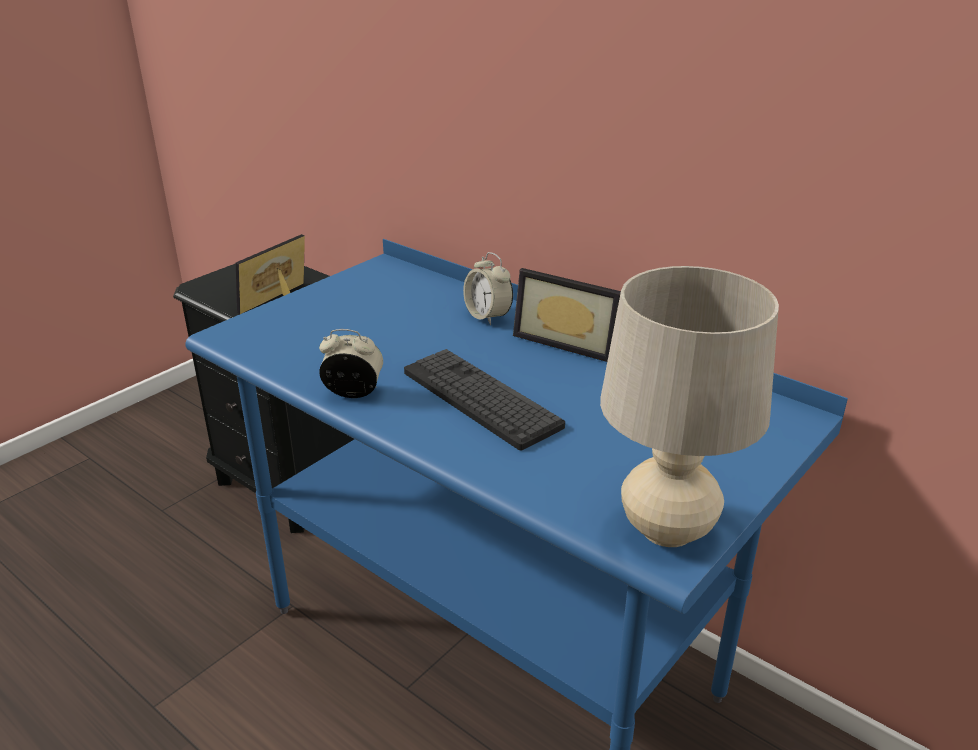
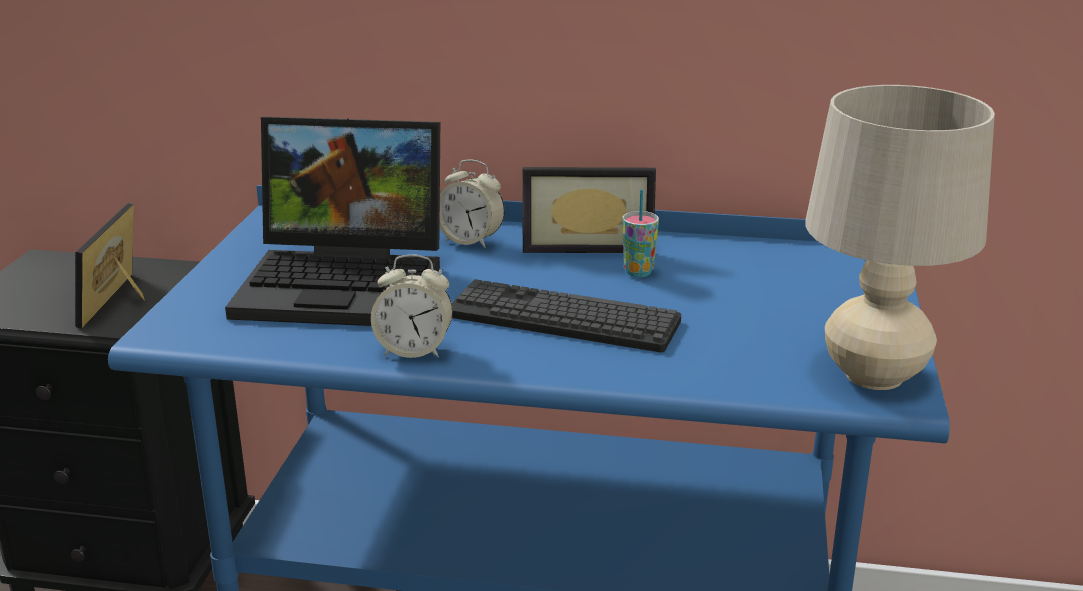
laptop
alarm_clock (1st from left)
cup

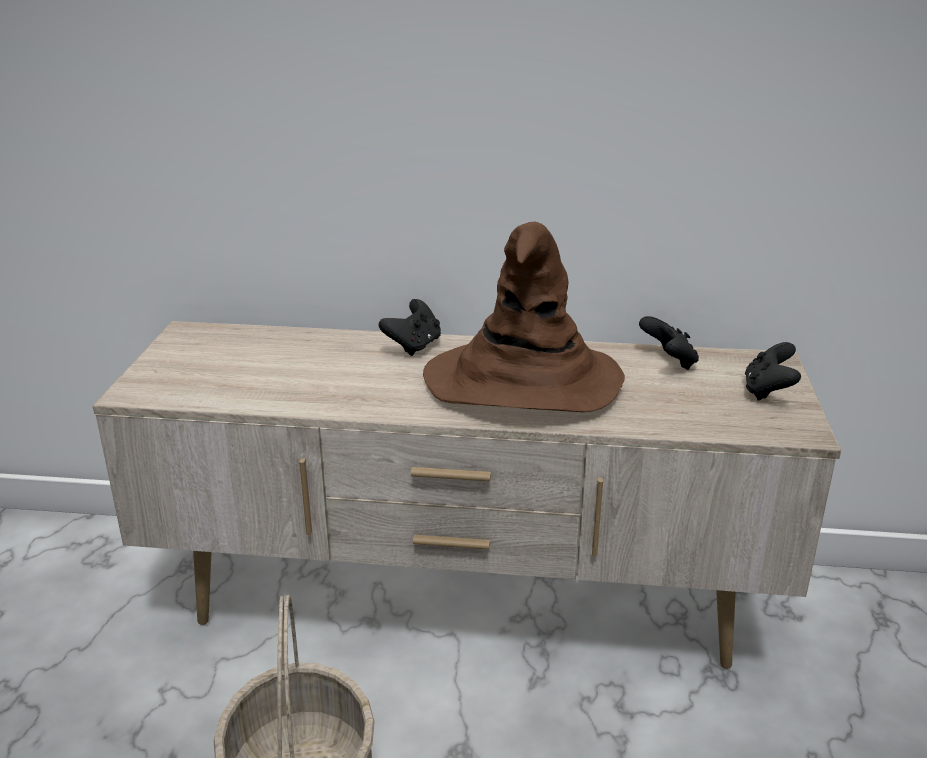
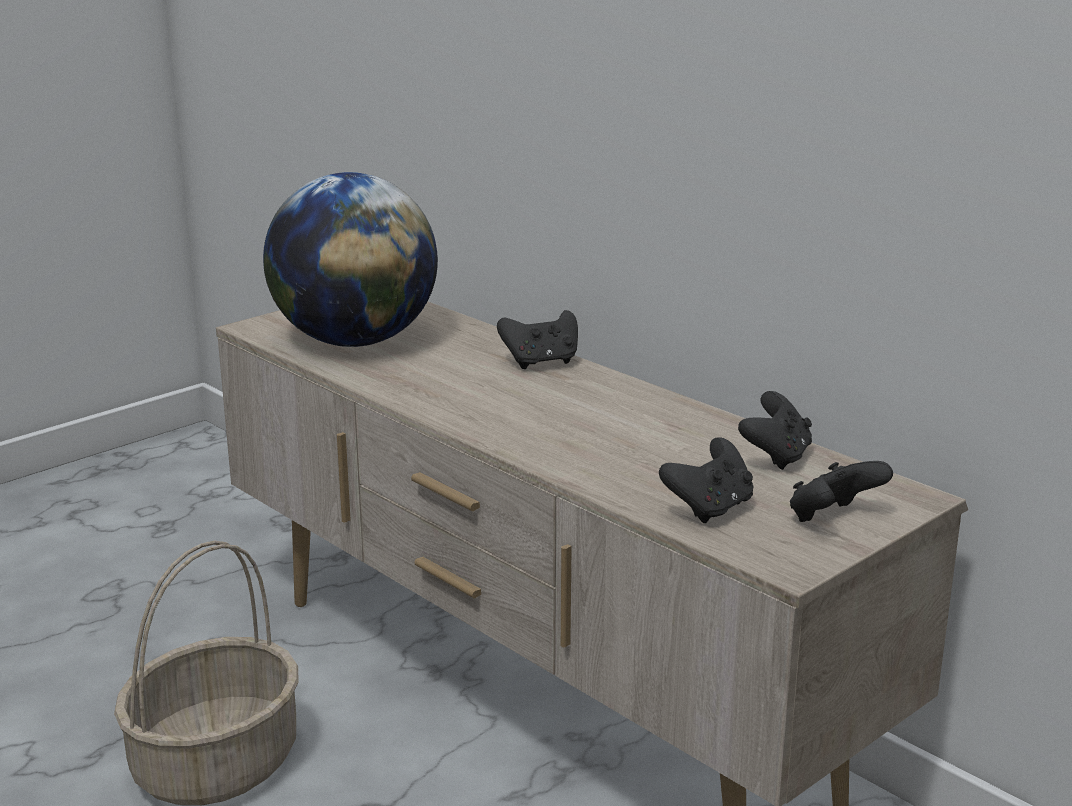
globe
black_game_controller (2nd from left)
brown_hat

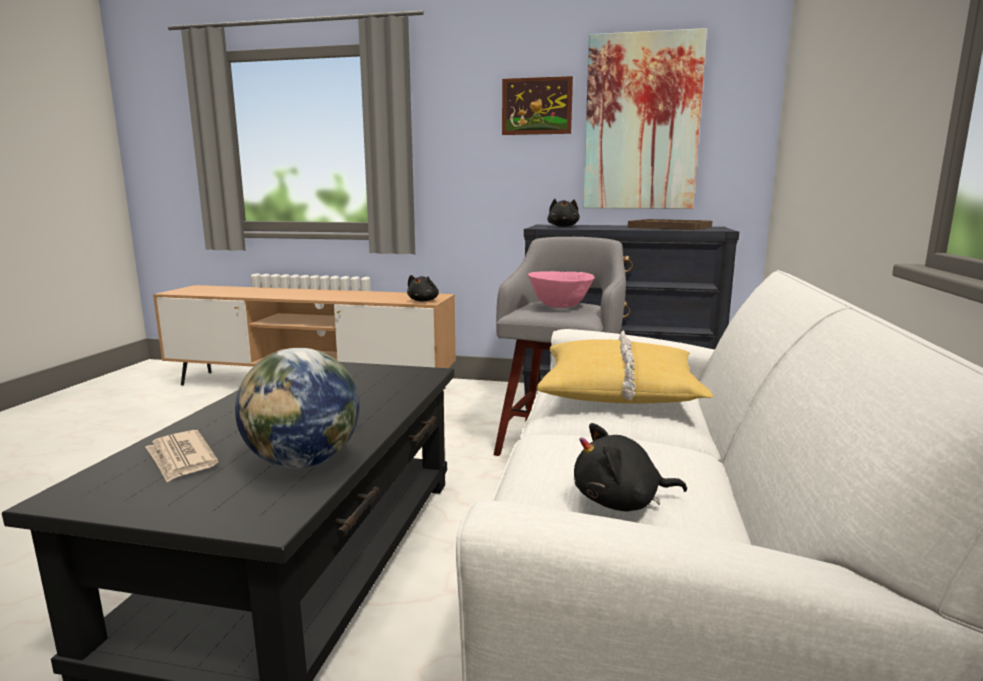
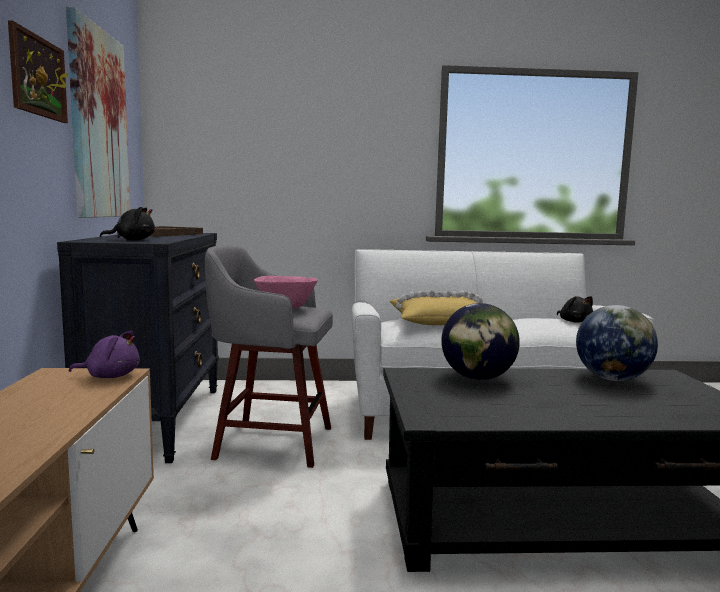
purple_plush_toy
globe (1st from left)
newspaper

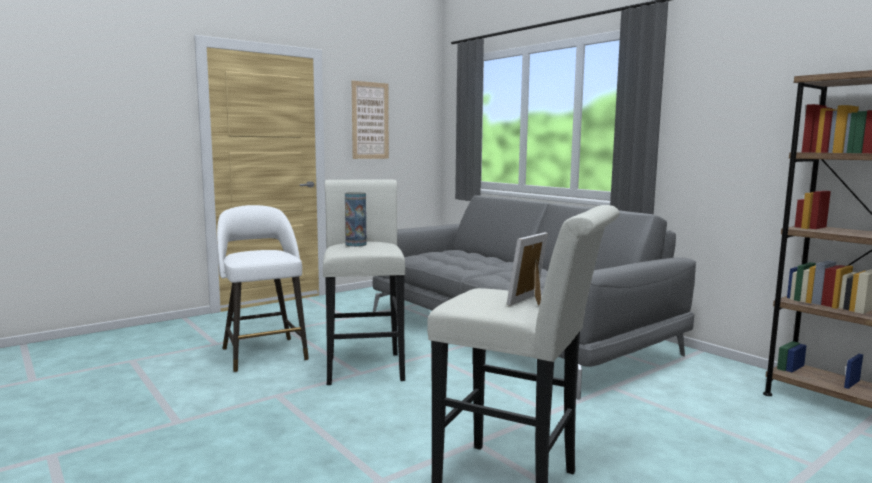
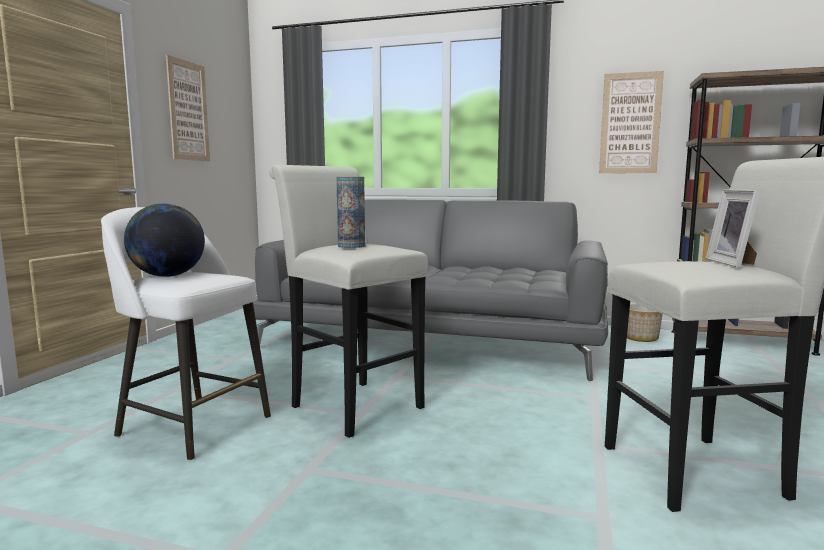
globe
picture (2nd from left)
planter

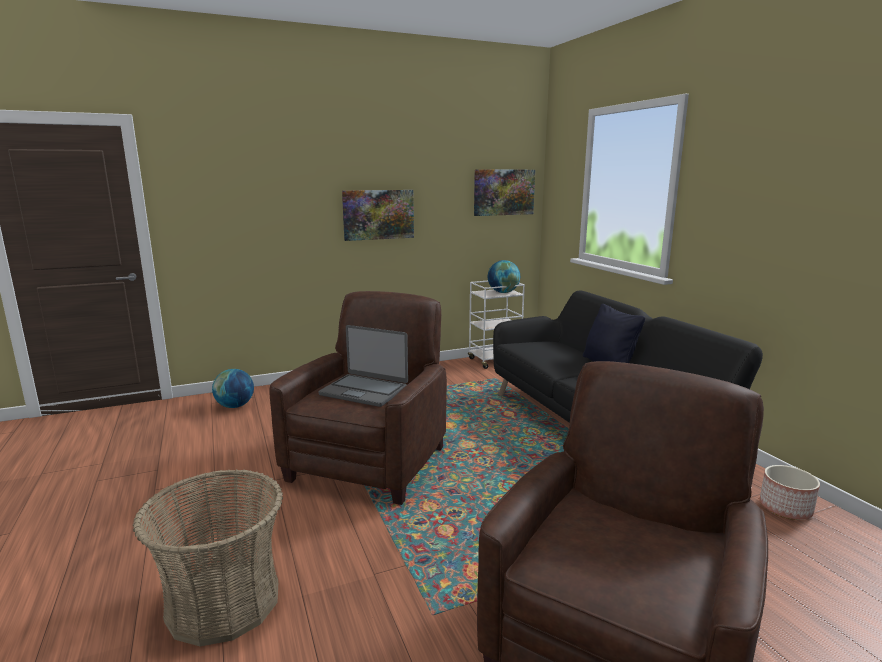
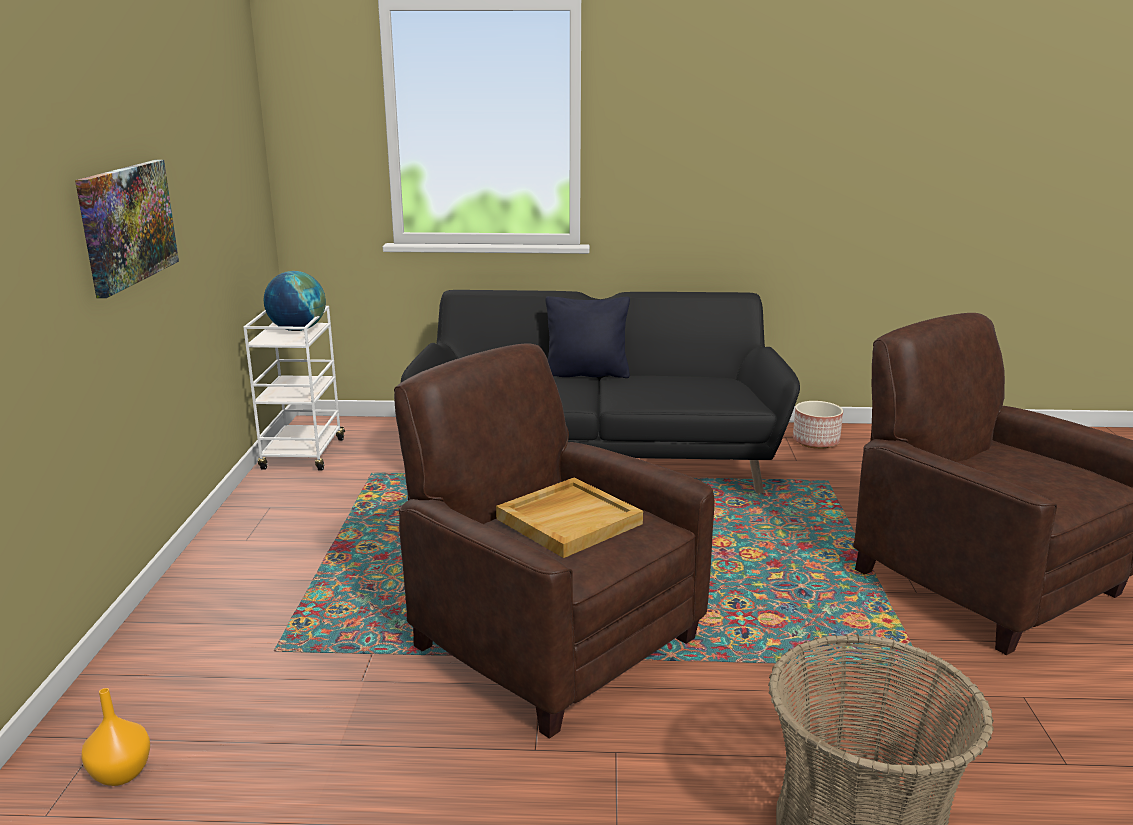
orange_vase
beige_tray
picture (2nd from left in the first image)

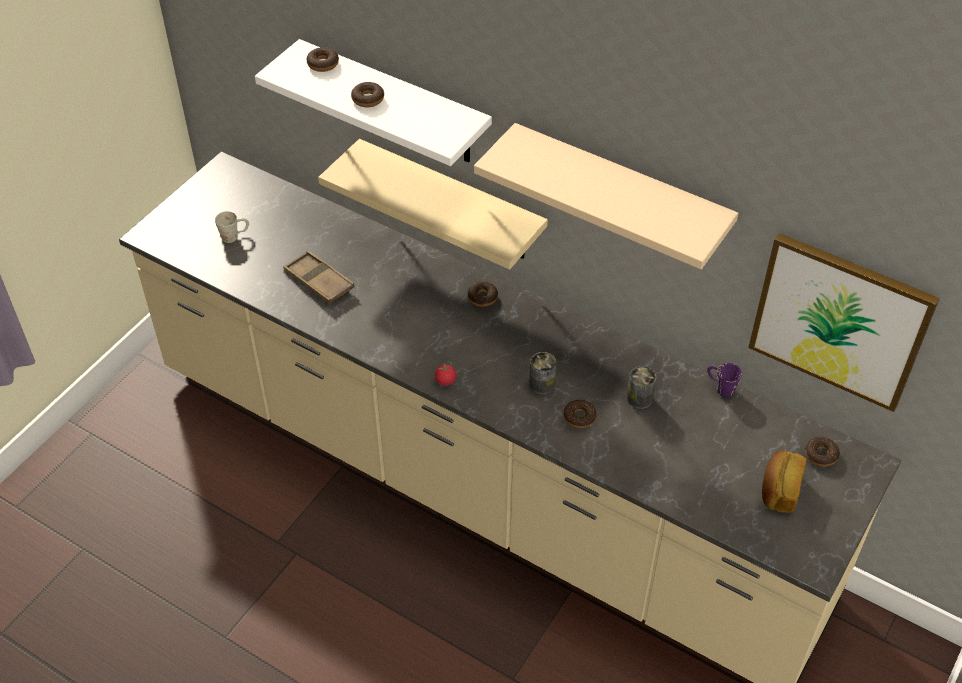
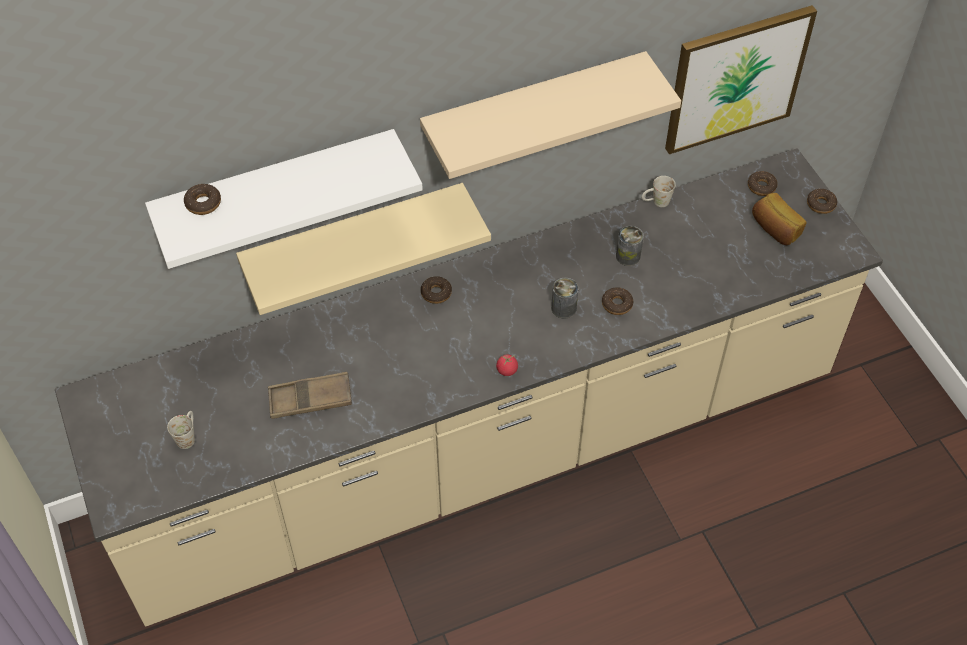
white_mug (2nd from left)
donut (5th from left)

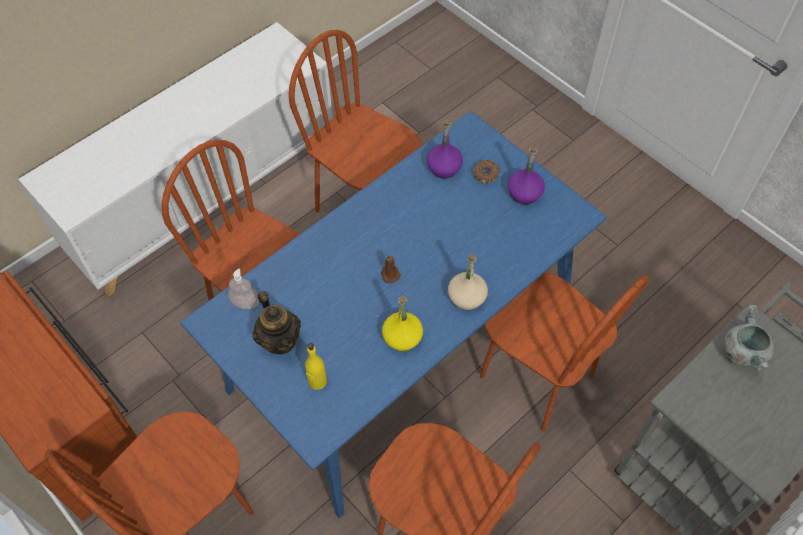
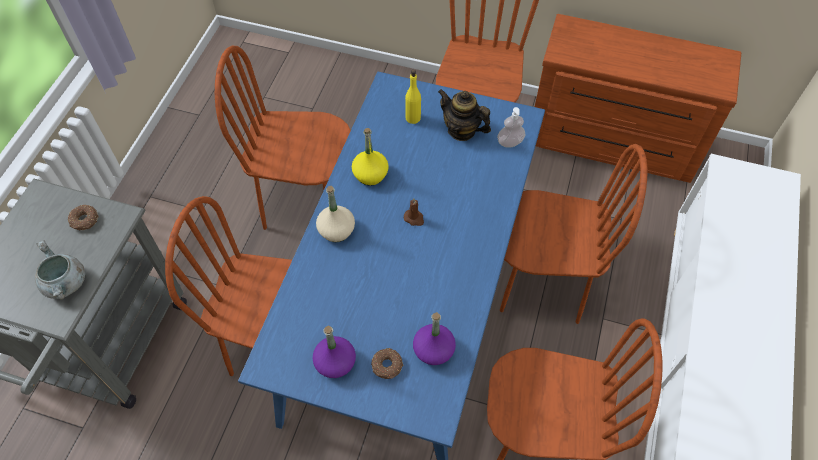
donut (1st from left)

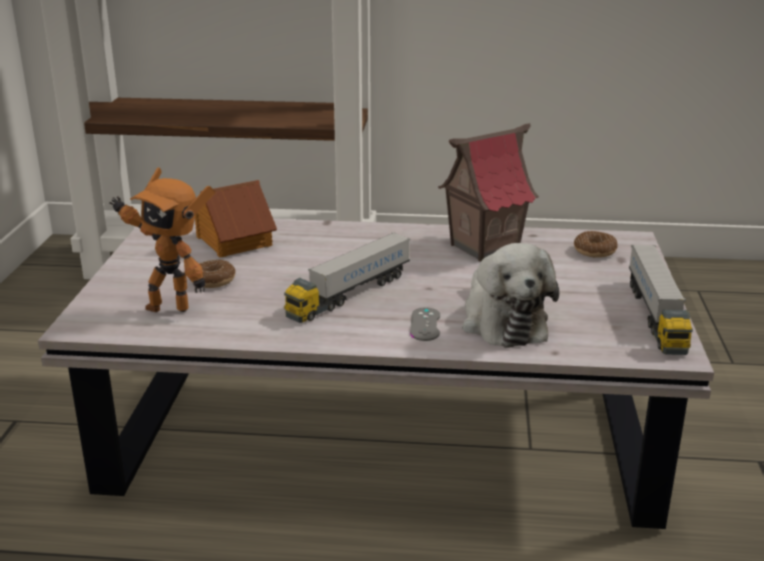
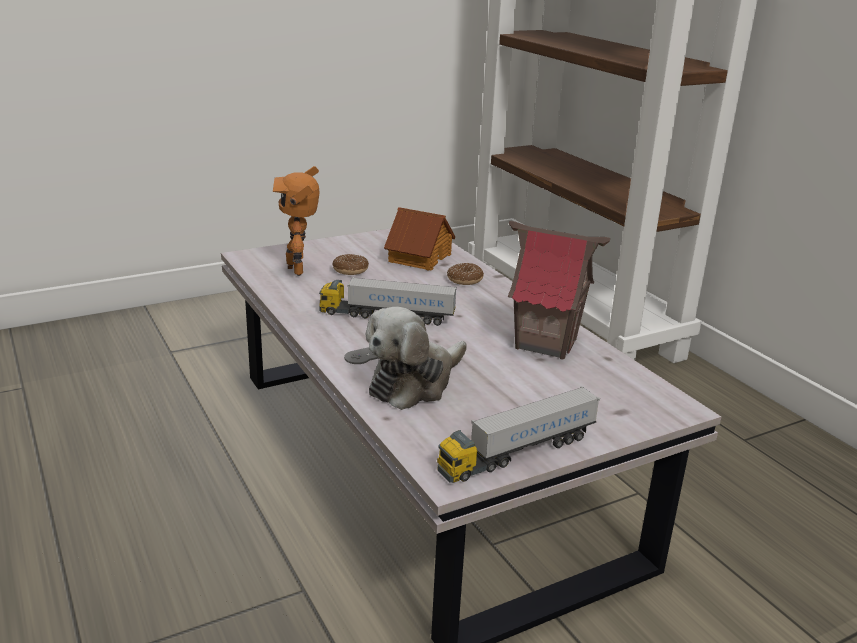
donut (2nd from left)

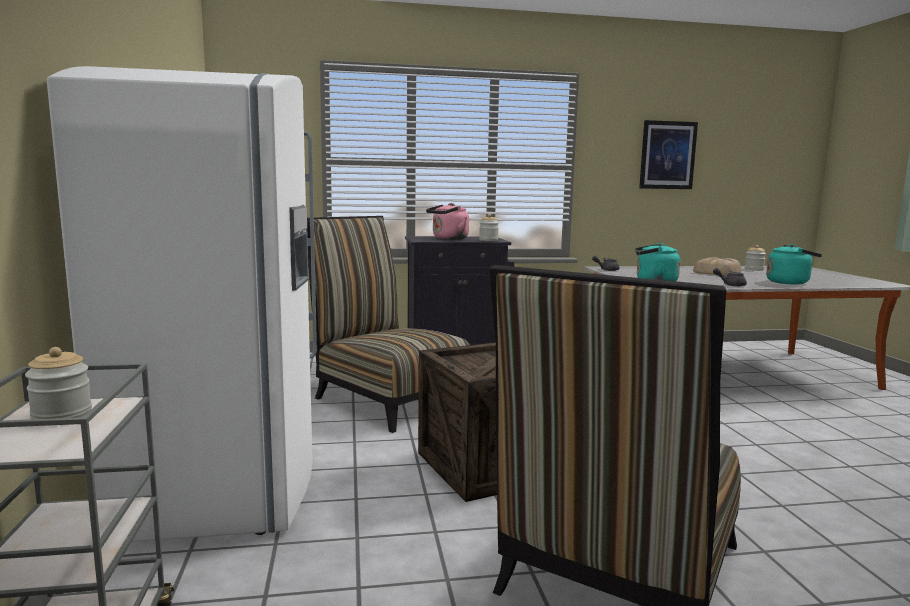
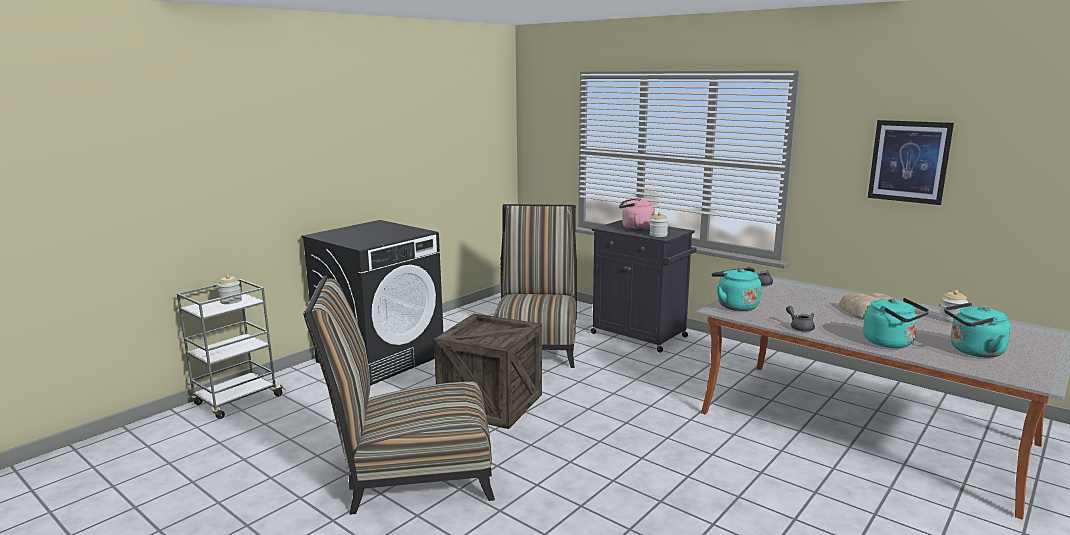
black_washing_machine
turquoise_kettle (3rd from left)

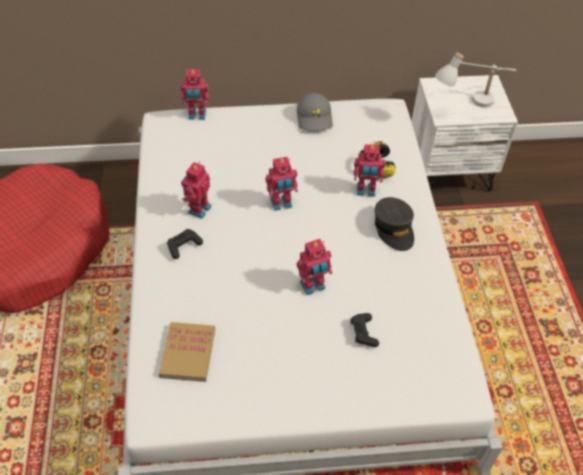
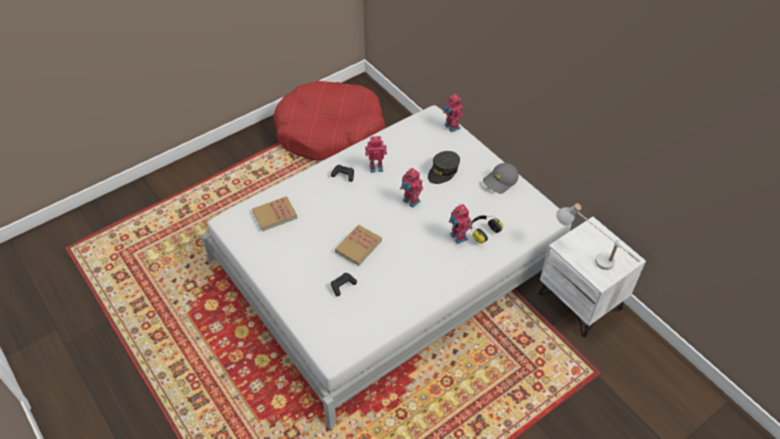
book (2nd from left)
grey_cap (1st from left)

